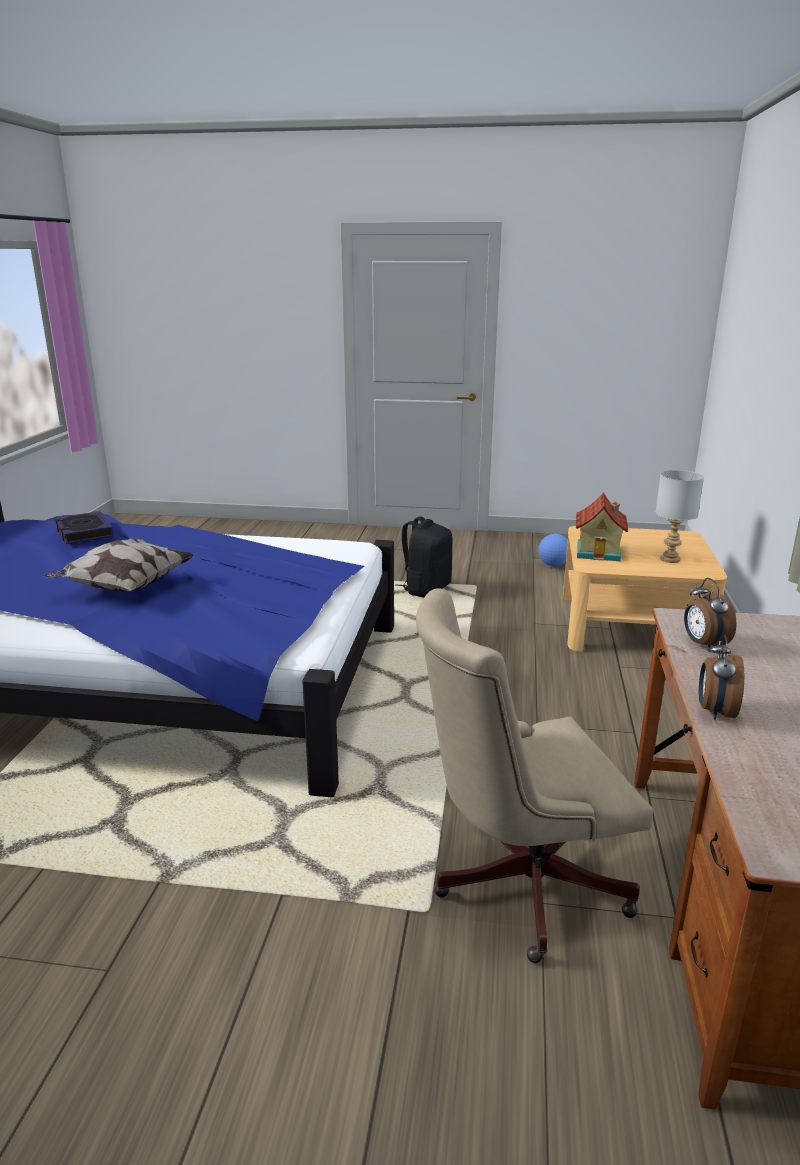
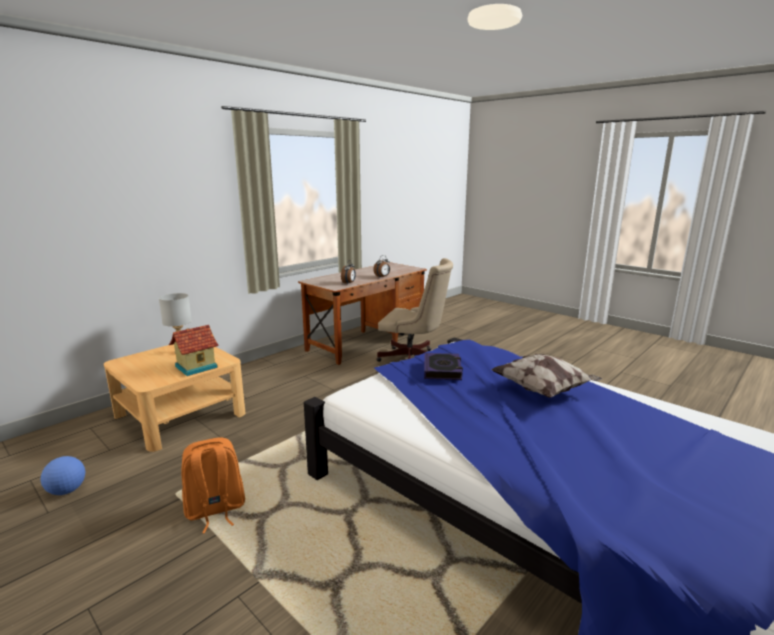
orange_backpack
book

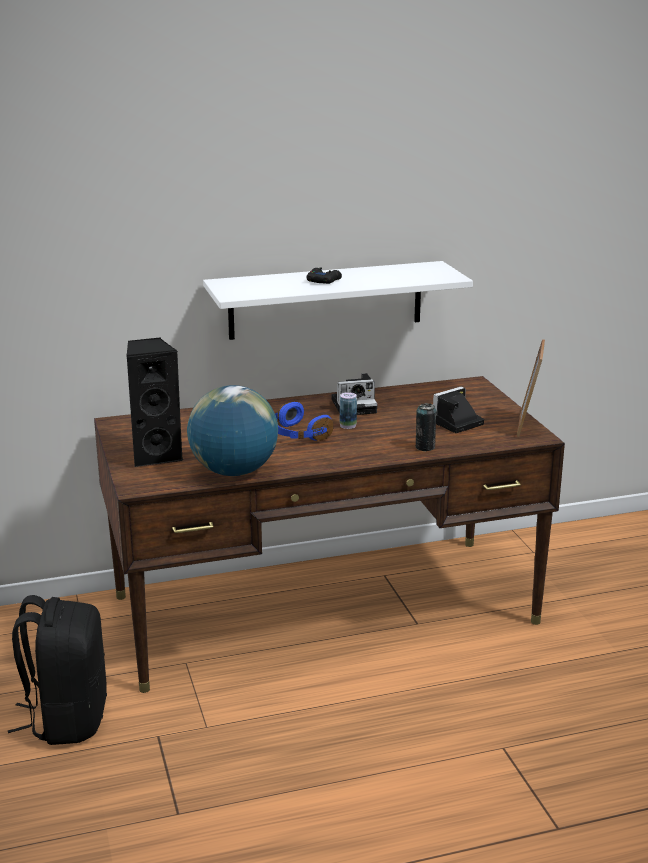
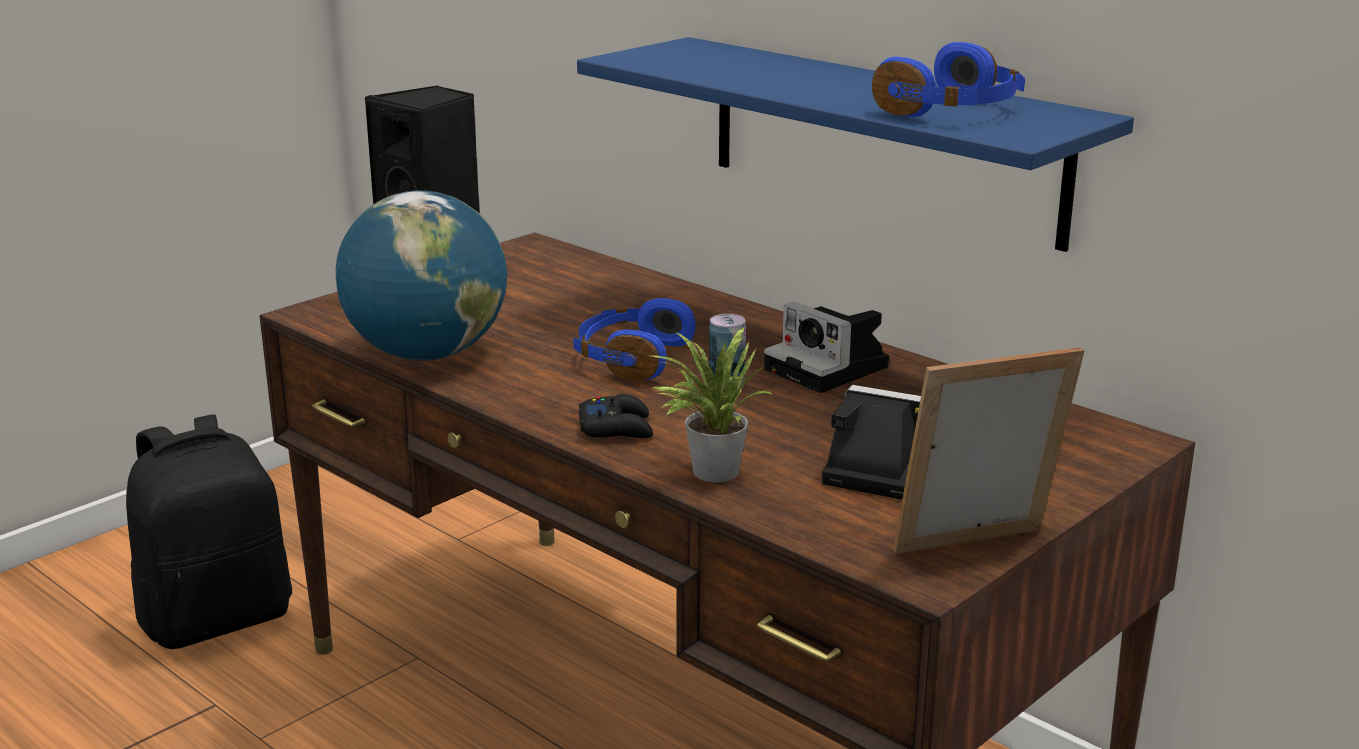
blue_shelf
black_game_controller
potted_plant
blue_headphones (2nd from left)

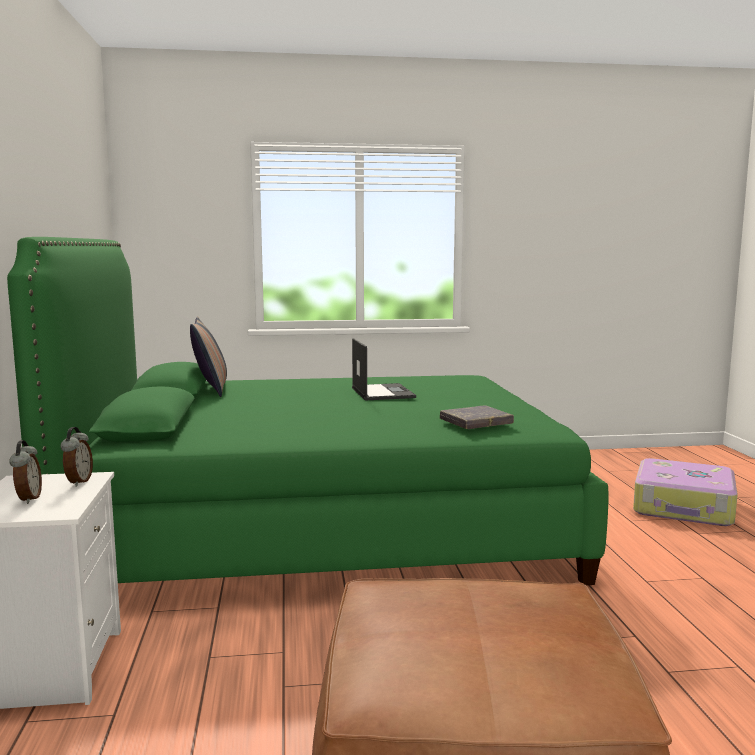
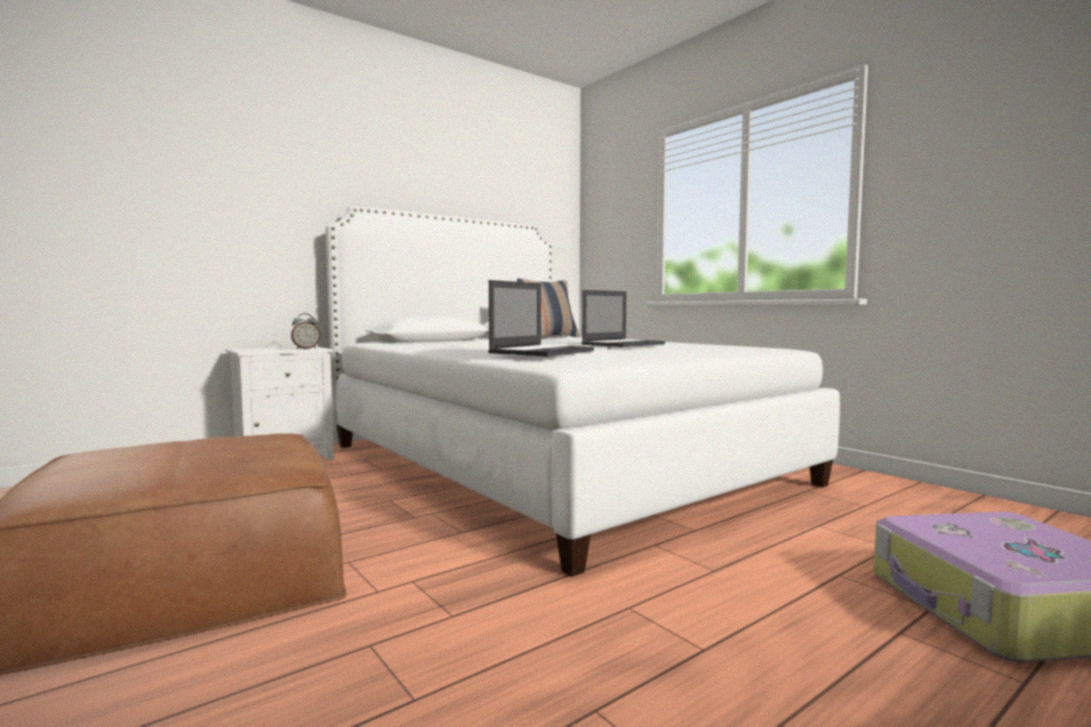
white_bed
laptop (1st from left)
alarm_clock (1st from left in the first image)

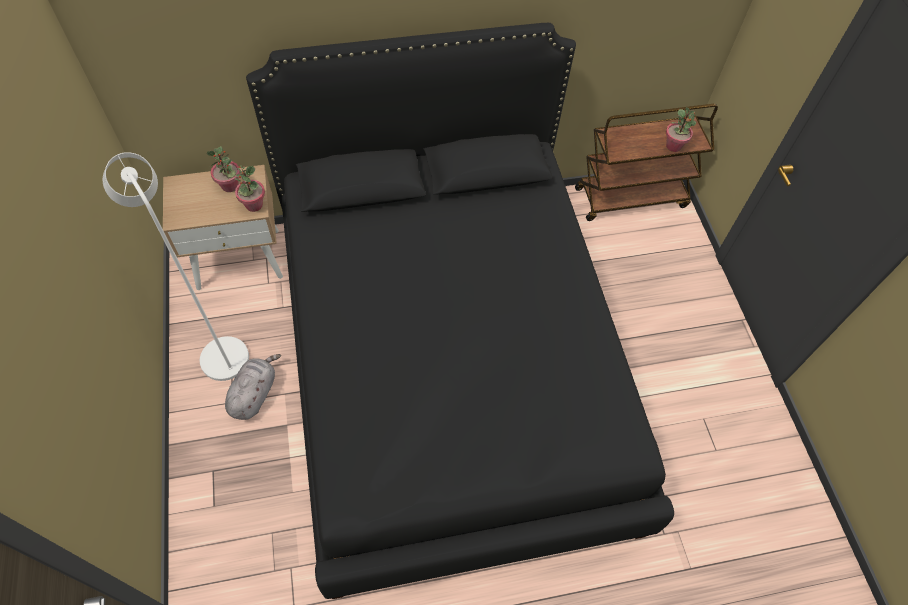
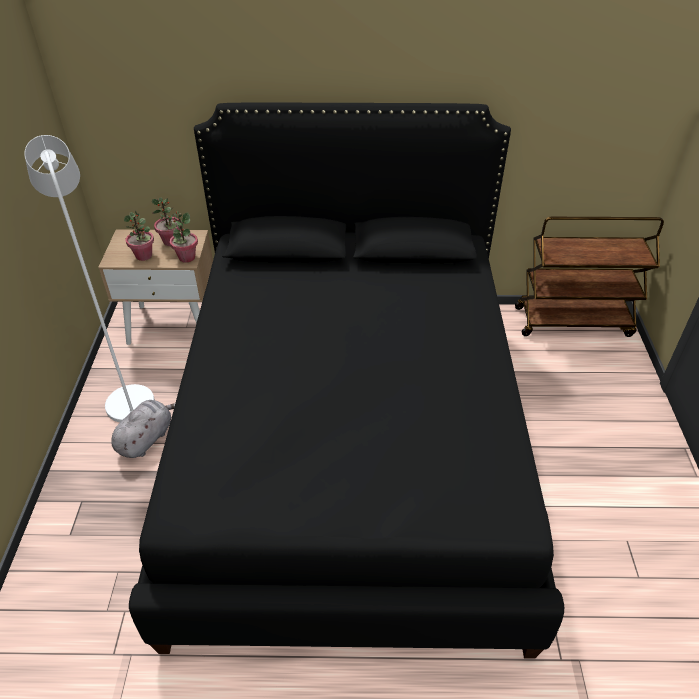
potted_plant (1st from left)

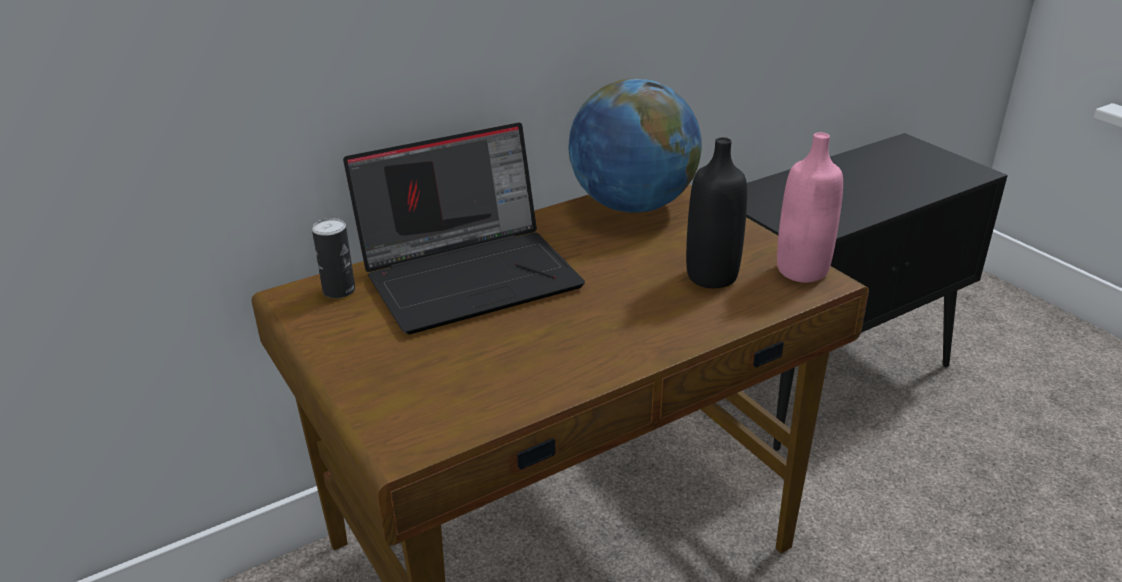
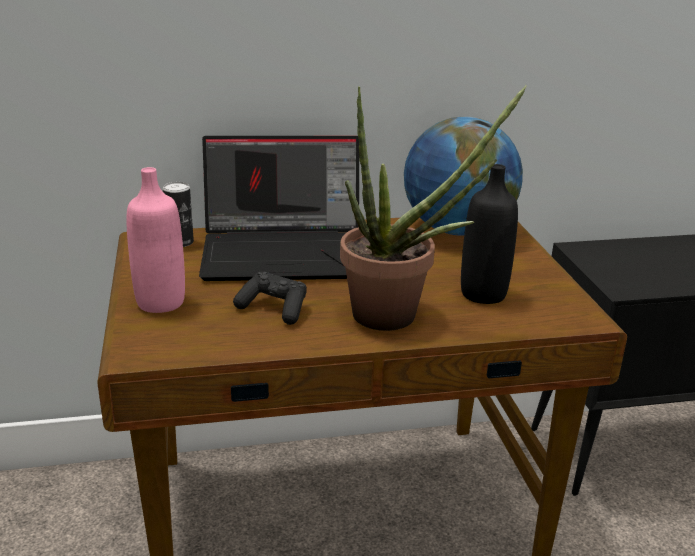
pink_bottle
black_game_controller
potted_plant

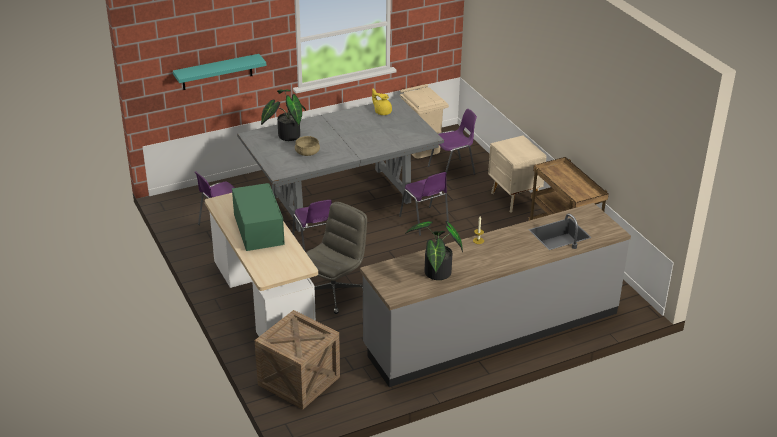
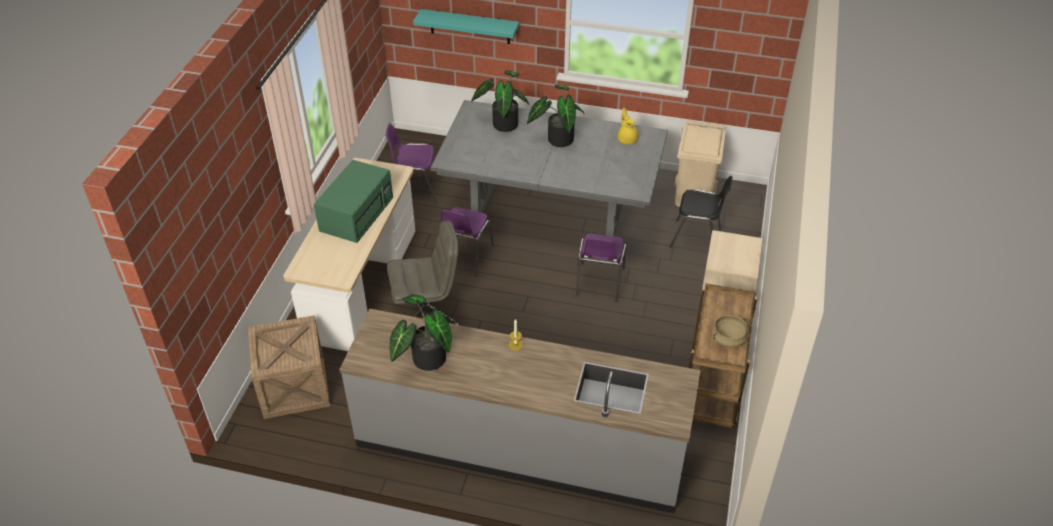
potted_plant (3rd from left)
black_chair
beige_cooking_pot

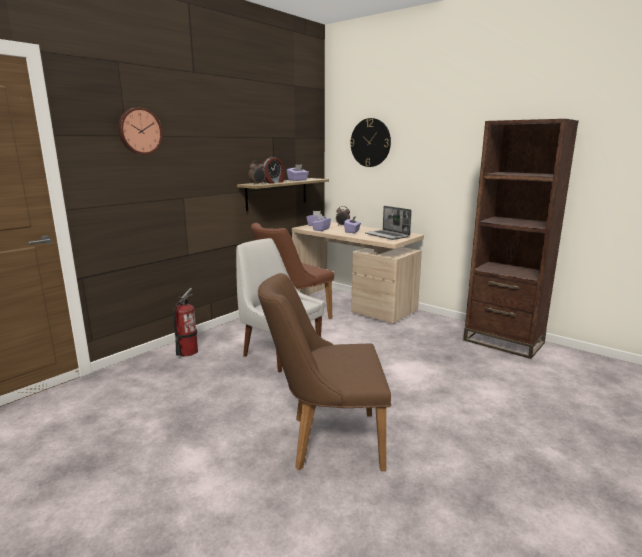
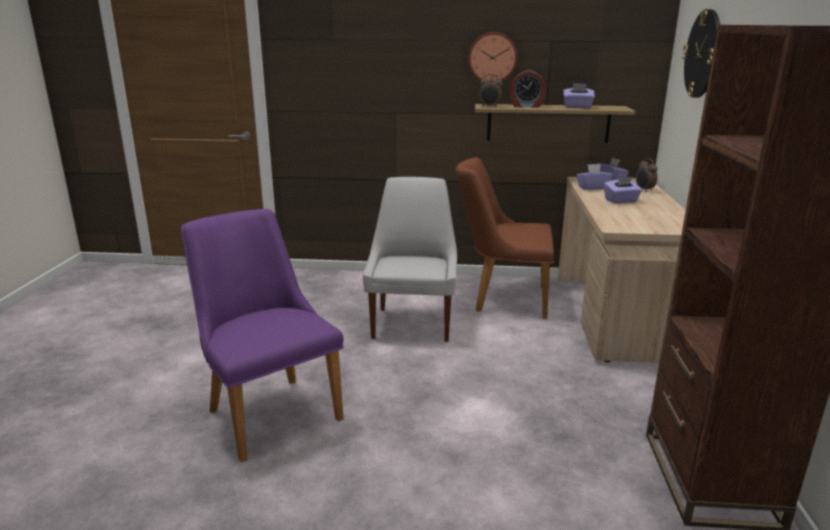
purple_chair
wall_clock (1st from left)
fire_extinguisher
laptop

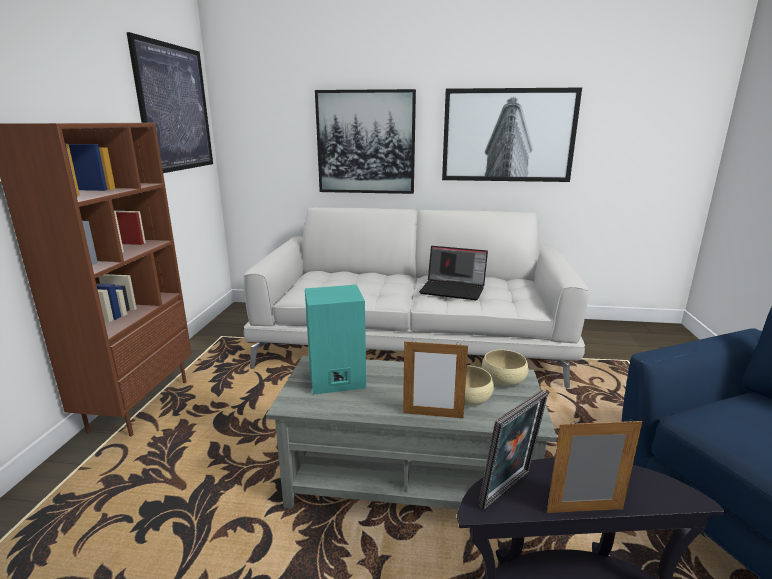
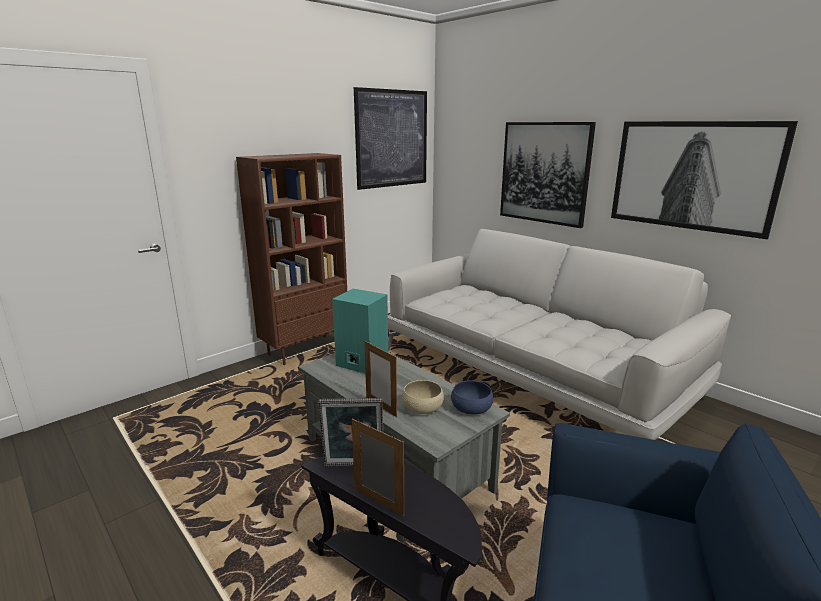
blue_bowl
laptop

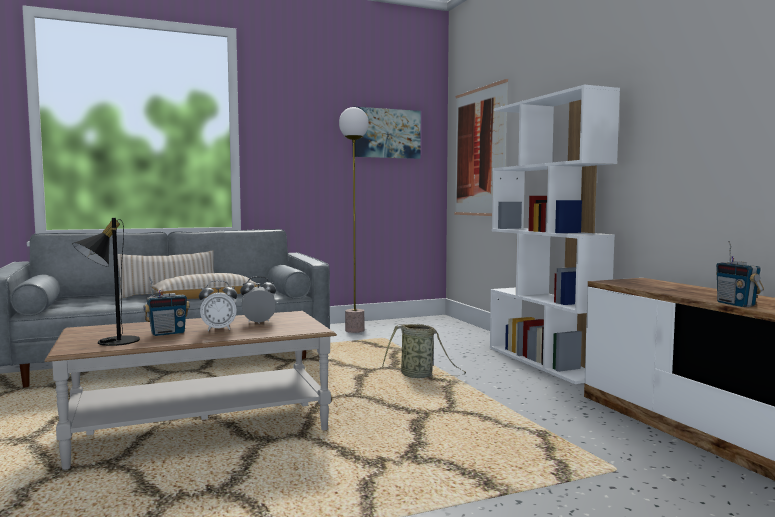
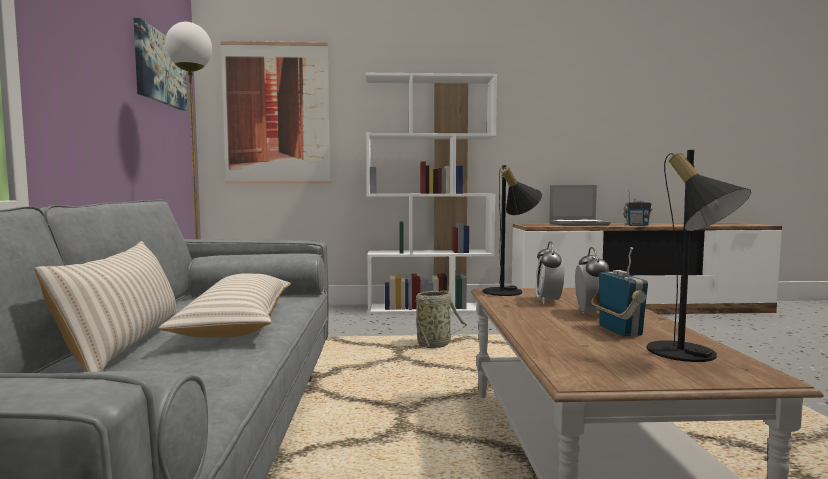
black_table_lamp (1st from left)
laptop

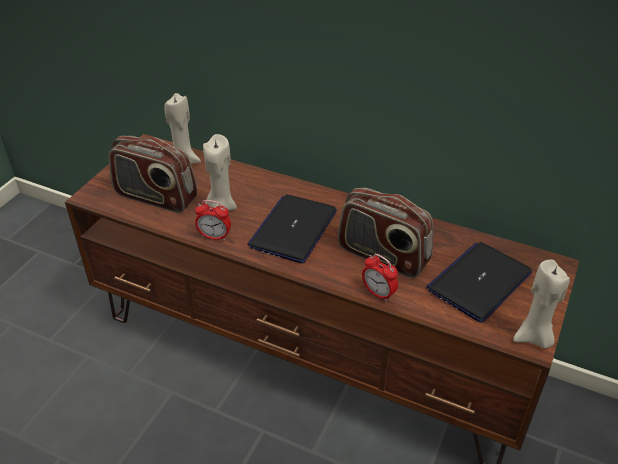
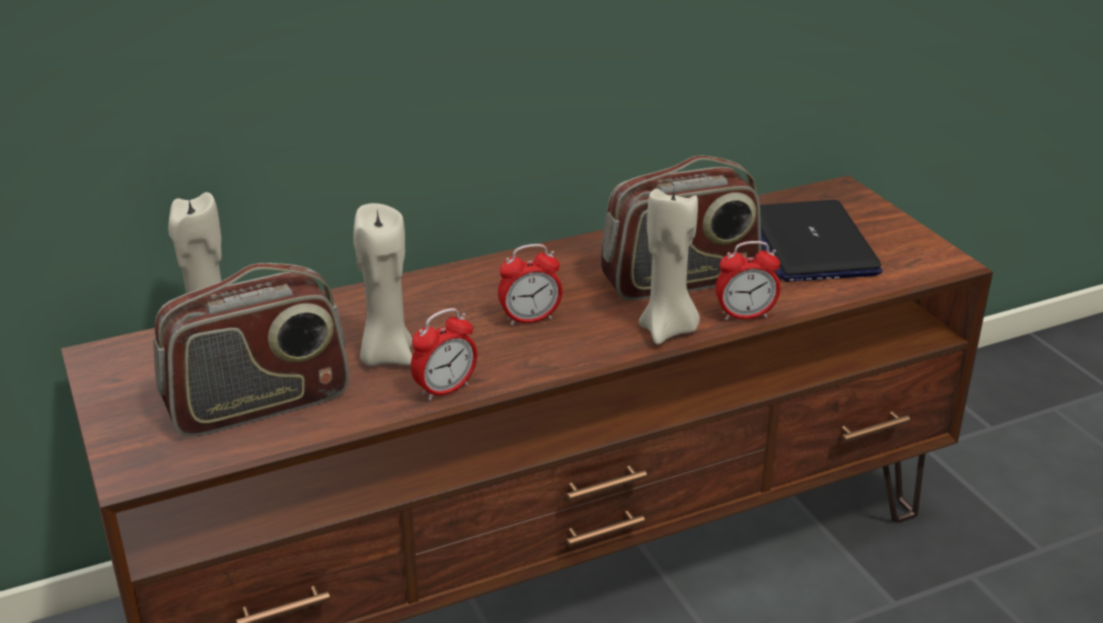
alarm_clock (2nd from left)
beige_candle (3rd from left)

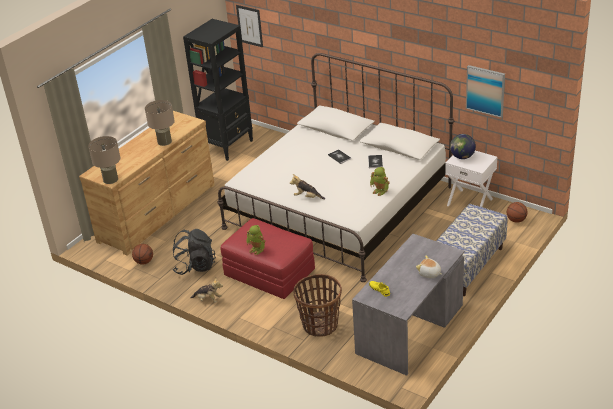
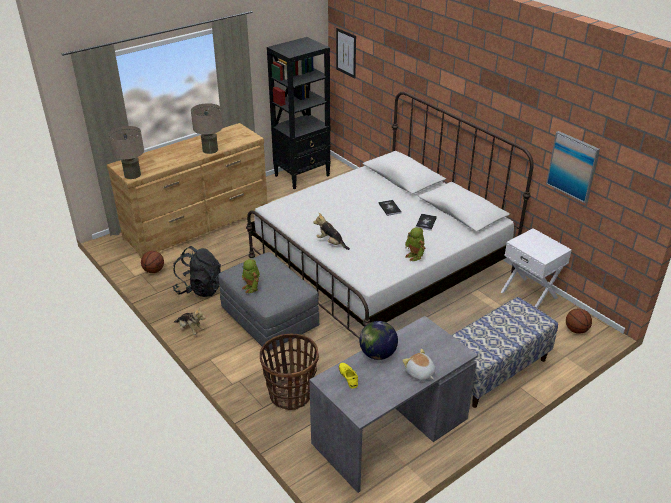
grey_ottoman
globe

